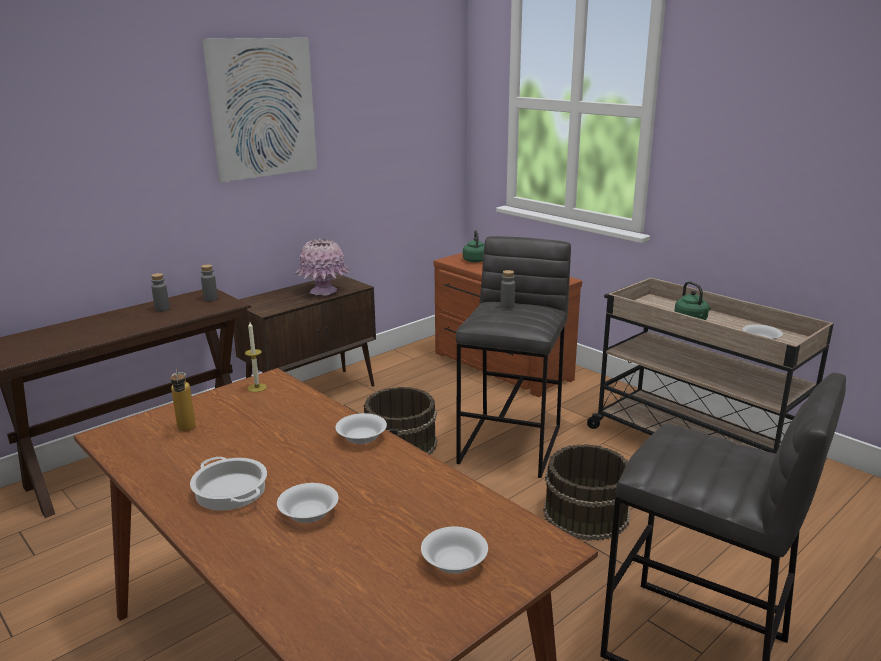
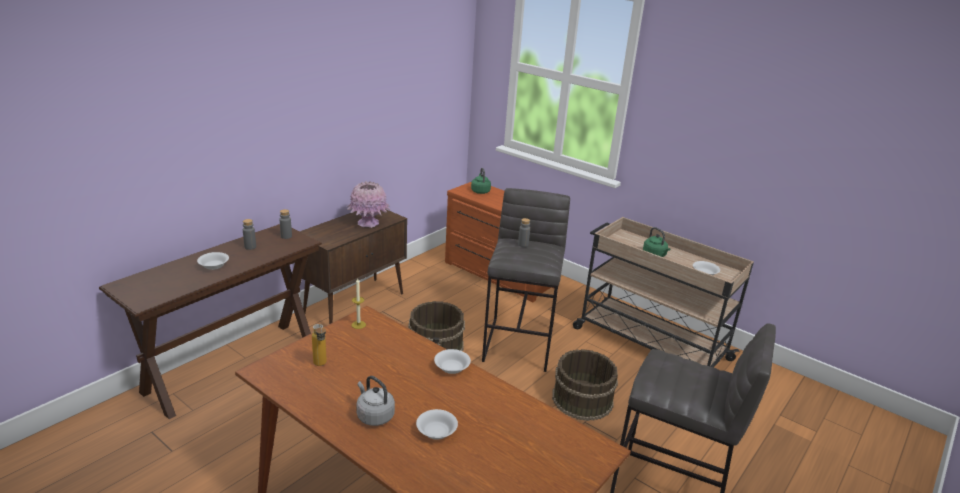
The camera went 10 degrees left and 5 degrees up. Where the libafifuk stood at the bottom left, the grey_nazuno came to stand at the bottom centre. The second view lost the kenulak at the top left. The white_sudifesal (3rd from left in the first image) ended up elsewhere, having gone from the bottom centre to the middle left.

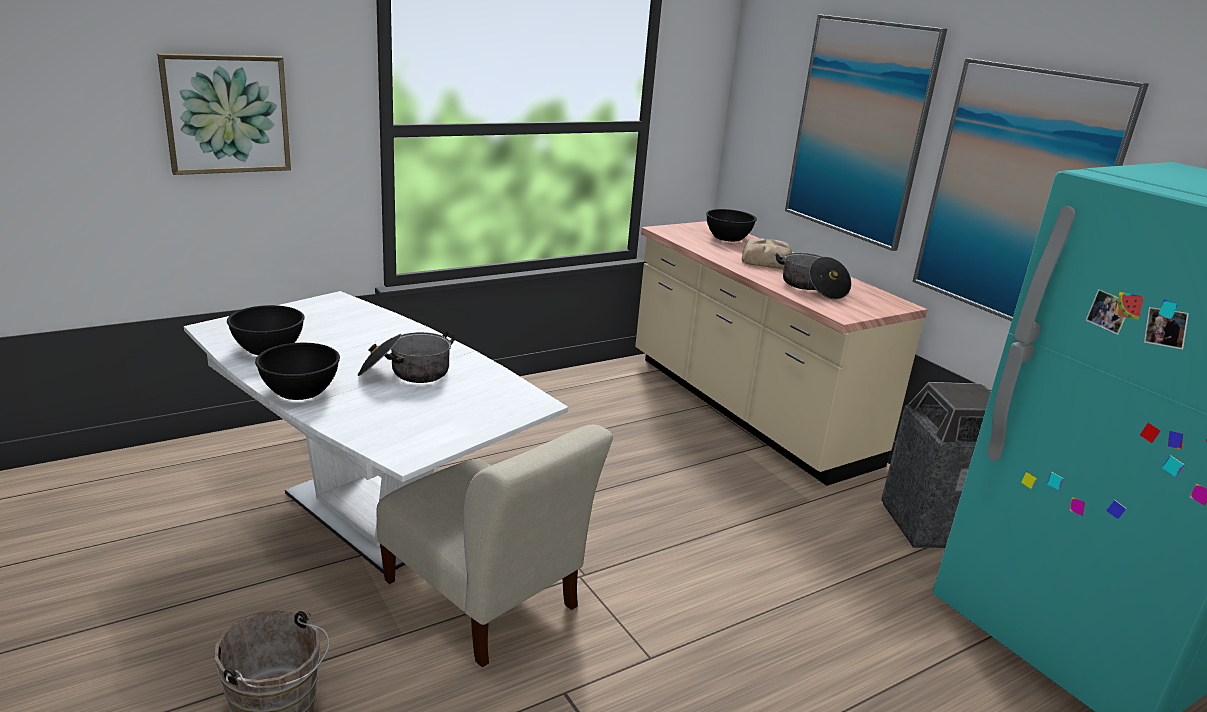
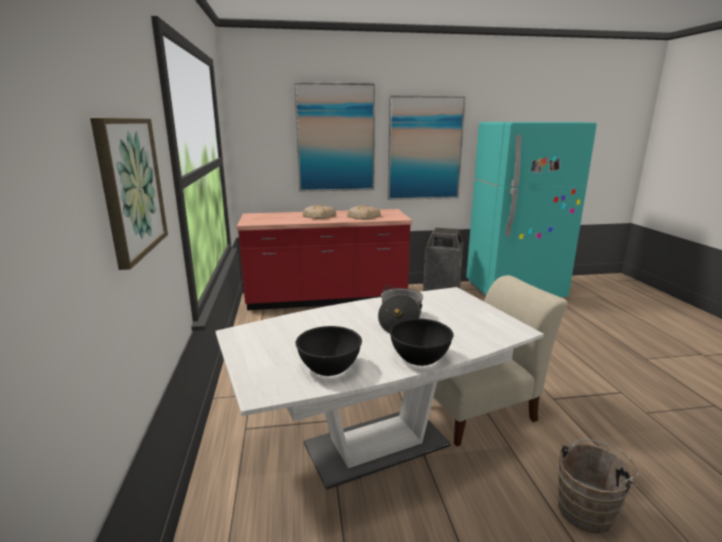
The camera went 65 degrees left and 5 degrees down. What was the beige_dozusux at the centre turned into the red_dozusux at the centre. The second view lost the black_sudifesal (3rd from left) at the top centre. Where the libafifuk (2nd from left) stood at the middle right, the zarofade (2nd from left) came to stand at the centre.

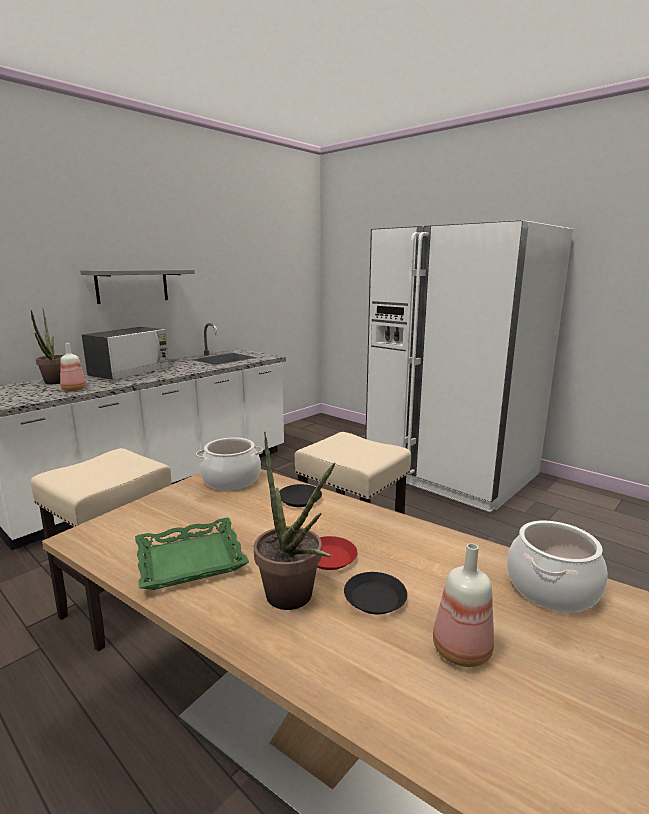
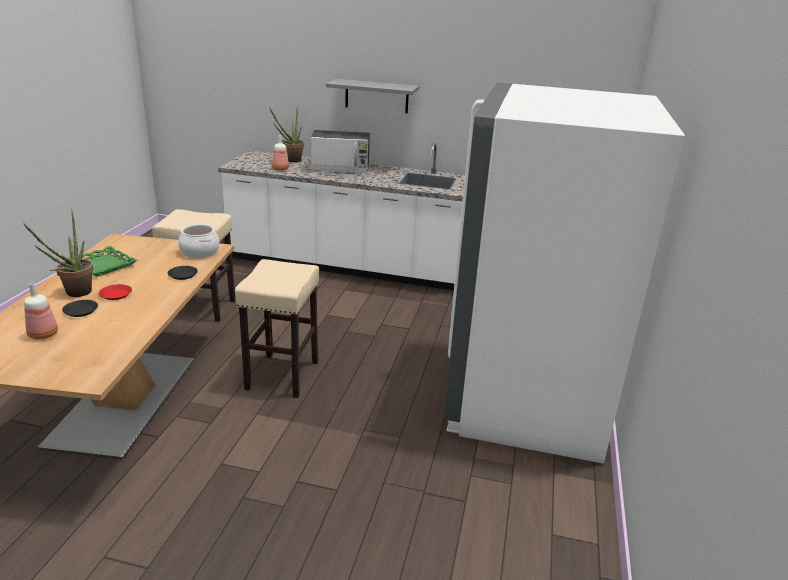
The camera went 60 degrees right and 10 degrees up. The second view lost the libafifuk (2nd from left) at the bottom right.

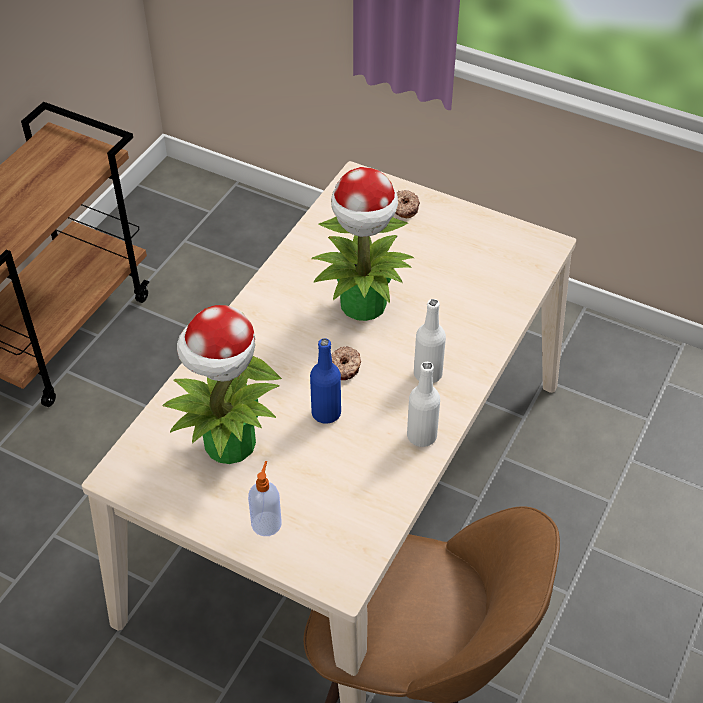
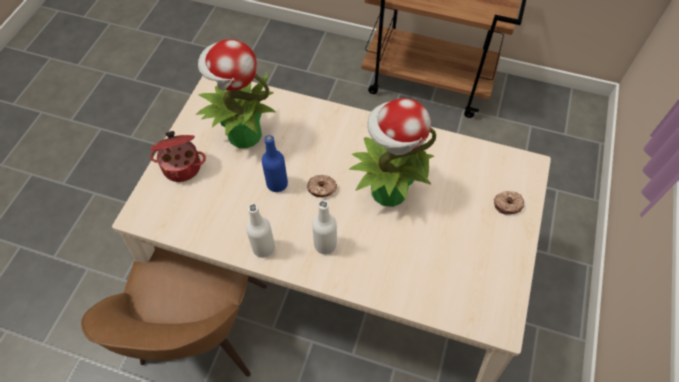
The camera went 80 degrees right and 10 degrees up. Where the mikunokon stood at the bottom centre, the libafifuk came to stand at the middle left.

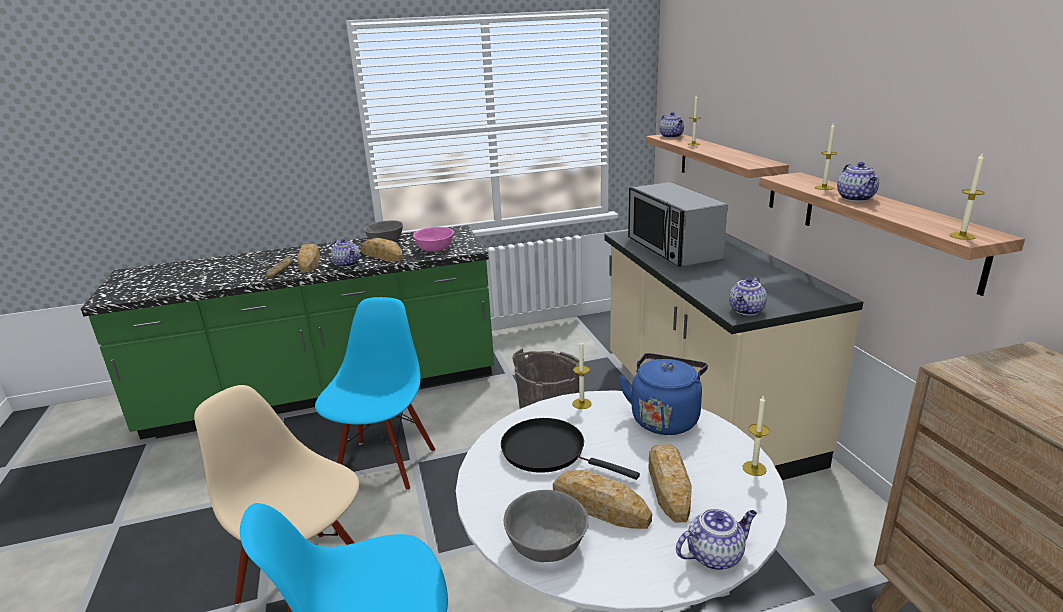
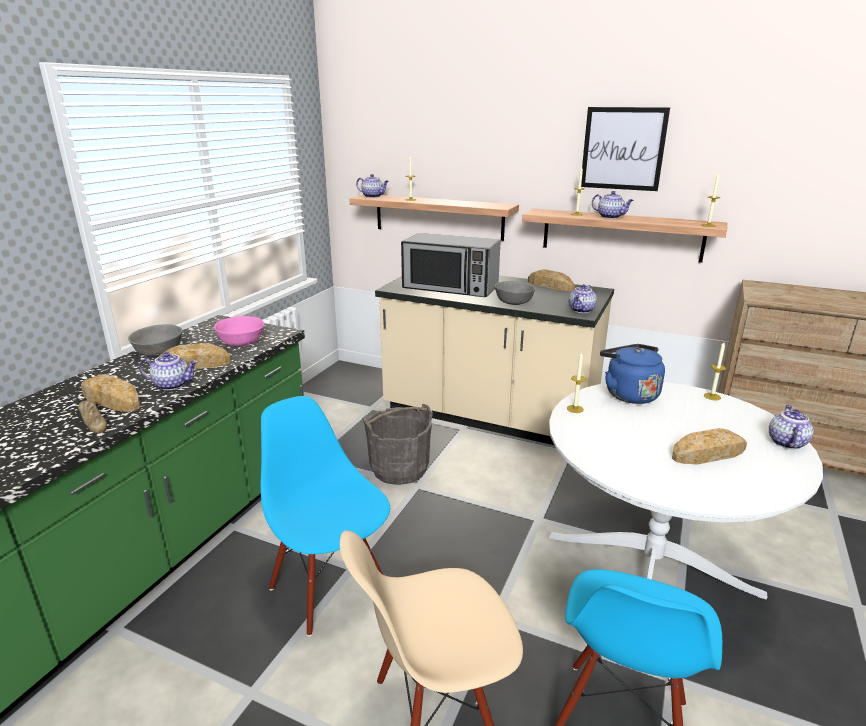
The camera went 50 degrees left and 0 degrees up. The second view lost the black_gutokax at the bottom centre. The grey_sudifesal (2nd from left) ended up elsewhere, having gone from the bottom centre to the centre. The zarofade (5th from left in the first image) ended up elsewhere, having gone from the bottom centre to the centre. The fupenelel (4th from left in the first image) at the middle right ended up facing another way, 45 degrees clockwise from before. The second view gained the kenulak at the top right.

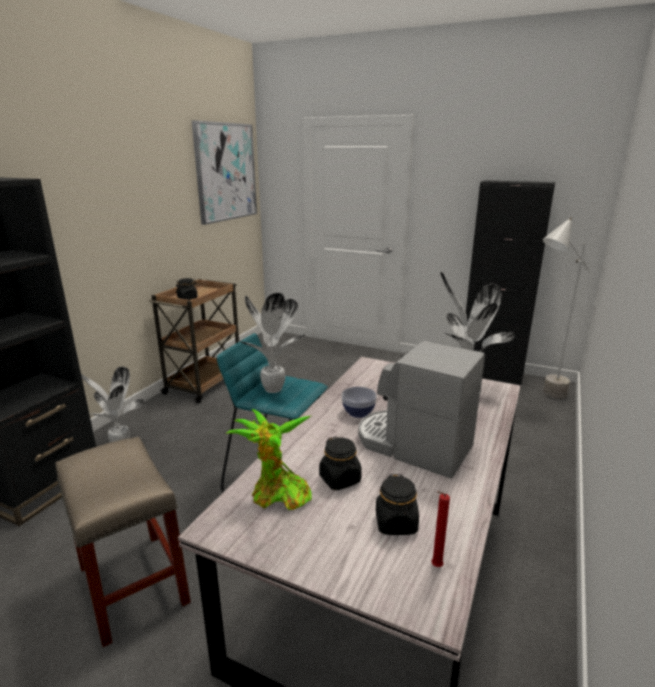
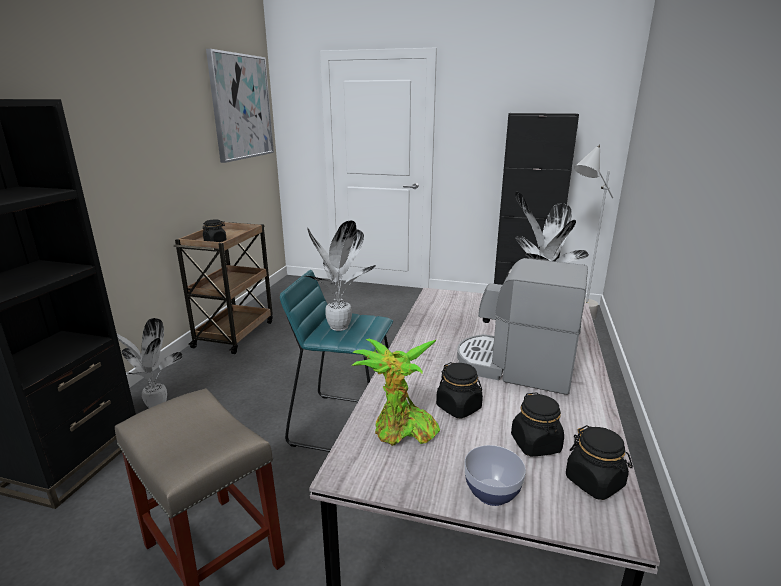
The camera went 10 degrees left and 0 degrees up. The sudifesal ended up elsewhere, having gone from the centre to the bottom centre. Where the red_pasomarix stood at the bottom right, the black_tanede (4th from left) came to stand at the bottom right.

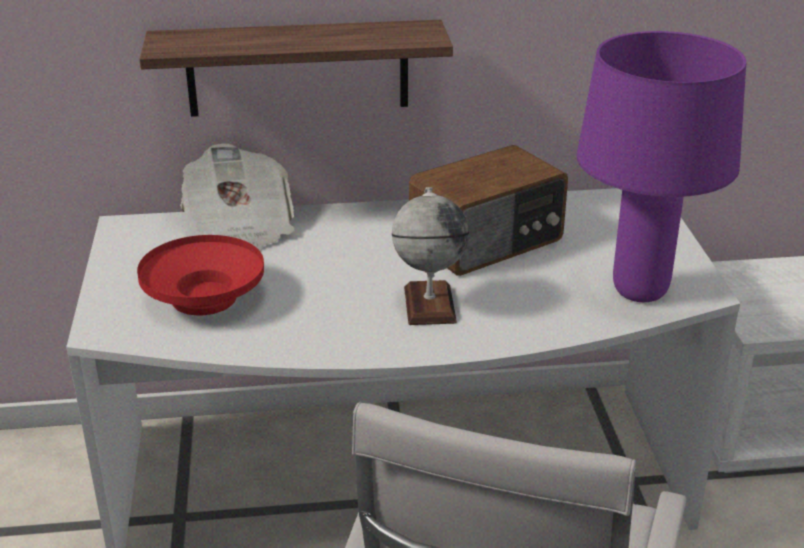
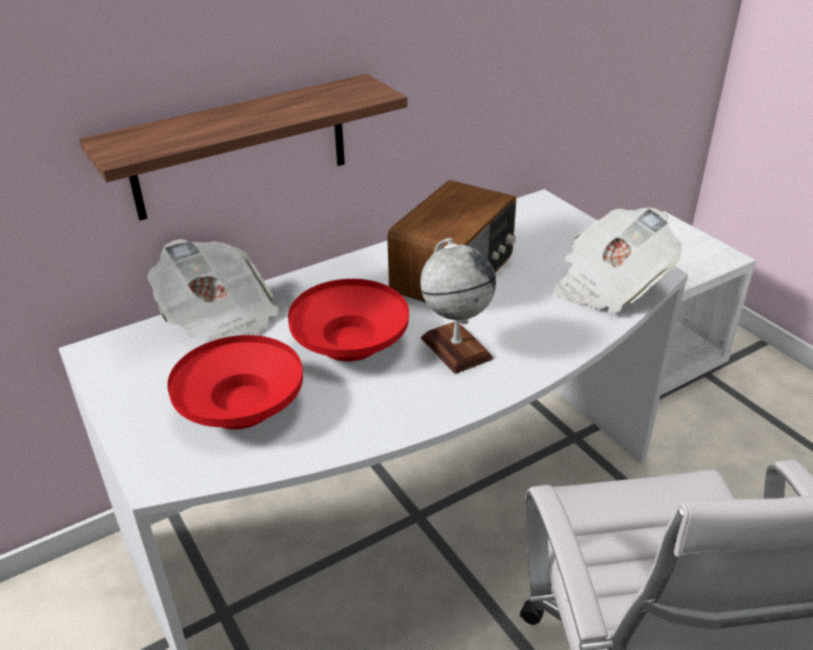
The camera went 25 degrees left and 5 degrees up. Where the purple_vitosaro stood at the top right, the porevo (2nd from left) came to stand at the middle right. The second view gained the red_sudifesal (2nd from left) at the centre.

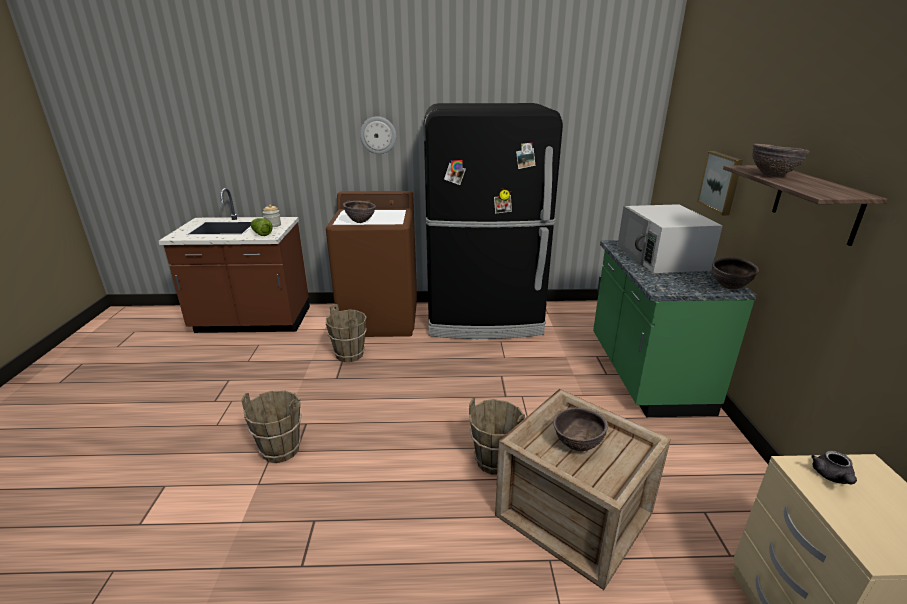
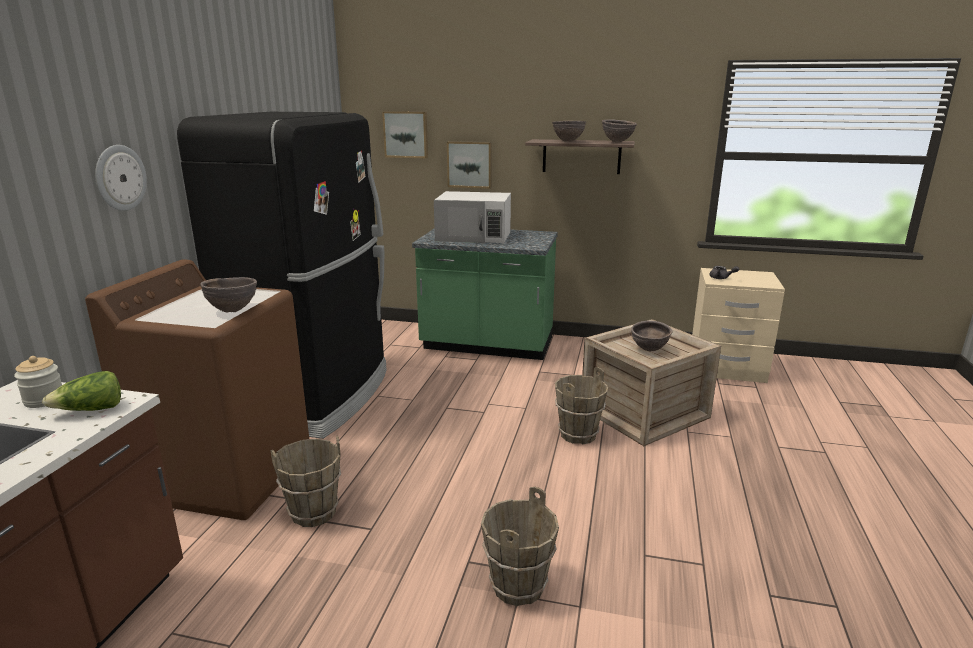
The camera went 75 degrees left and 5 degrees down. The brown_sudifesal (3rd from left) ended up elsewhere, having gone from the middle right to the top centre. The second view gained the kenulak (1st from left) at the top centre.

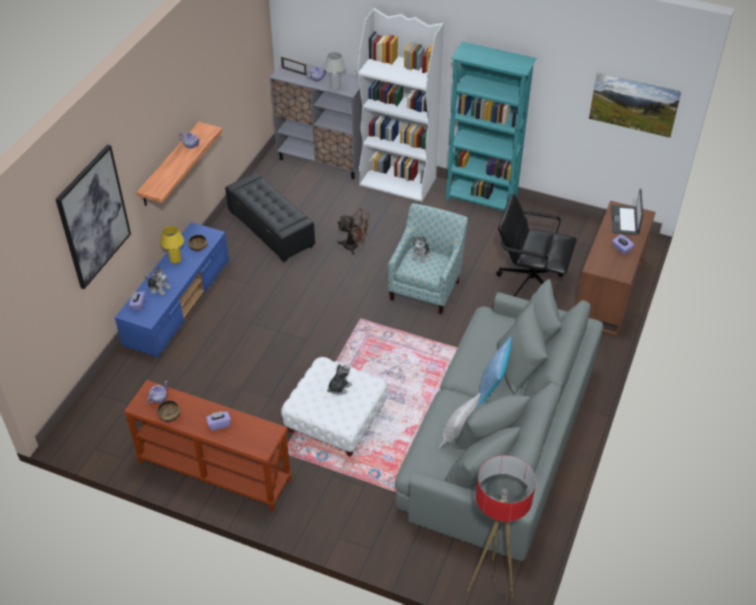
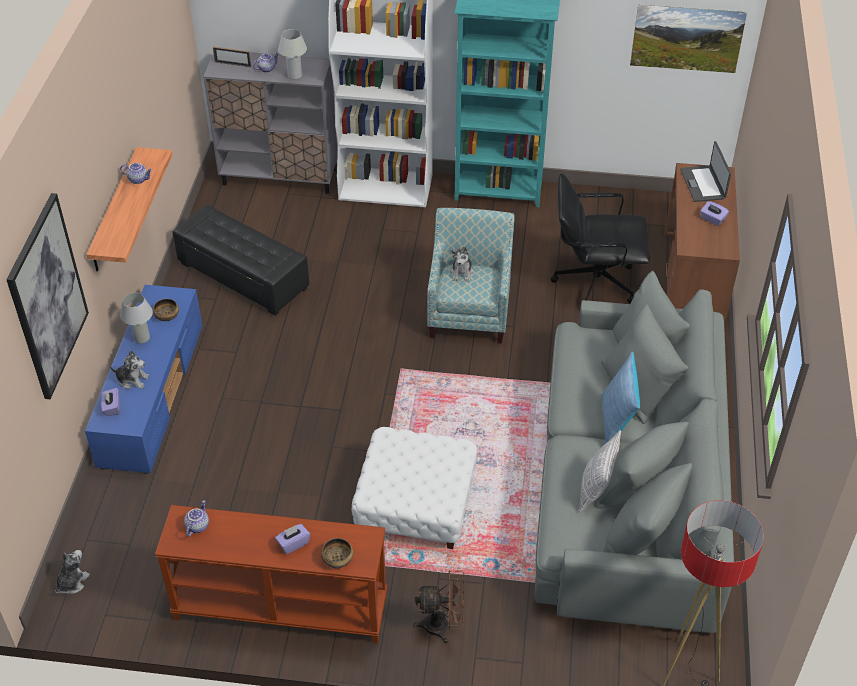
The camera went 15 degrees left and 0 degrees up. The sudifesal (1st from left in the first image) ended up elsewhere, having gone from the bottom left to the bottom centre. What was the yellow_vitosaro at the middle left turned into the white_vitosaro (1st from left) at the middle left. The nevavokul (2nd from left in the first image) ended up elsewhere, having gone from the centre to the bottom left. The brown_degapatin ended up elsewhere, having gone from the centre to the bottom centre.

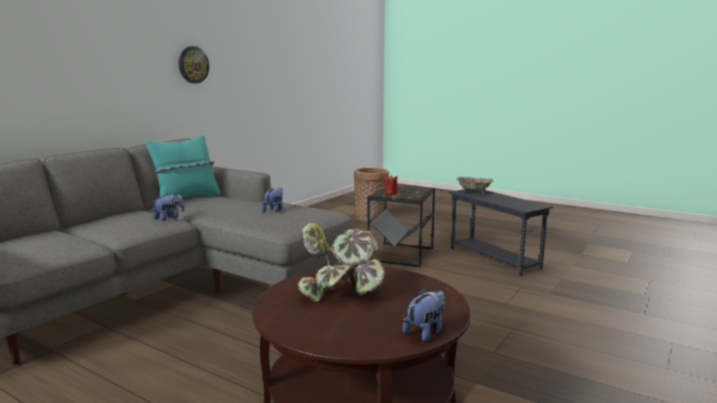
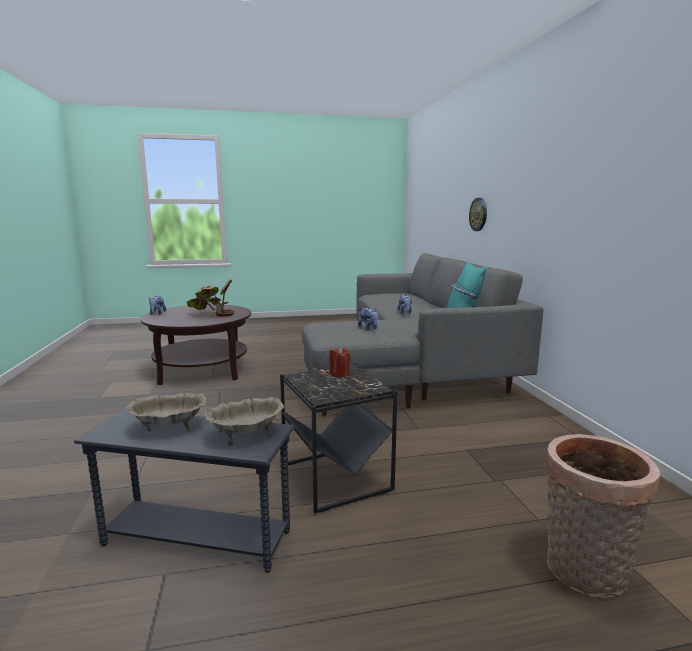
The camera went 135 degrees right and 0 degrees up. The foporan ended up elsewhere, having gone from the top left to the top right. The second view gained the beige_sudifesal (1st from left) at the middle left.

